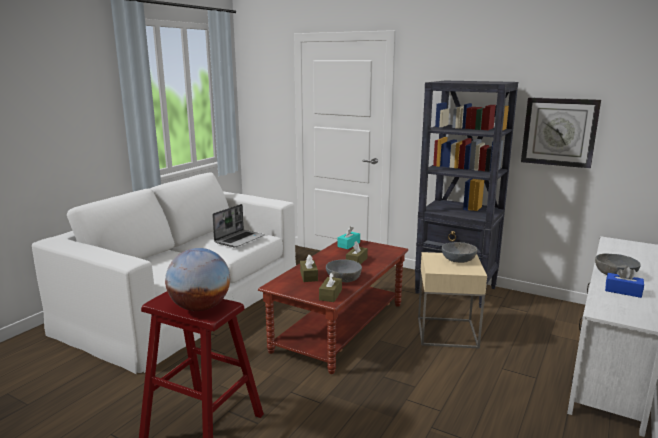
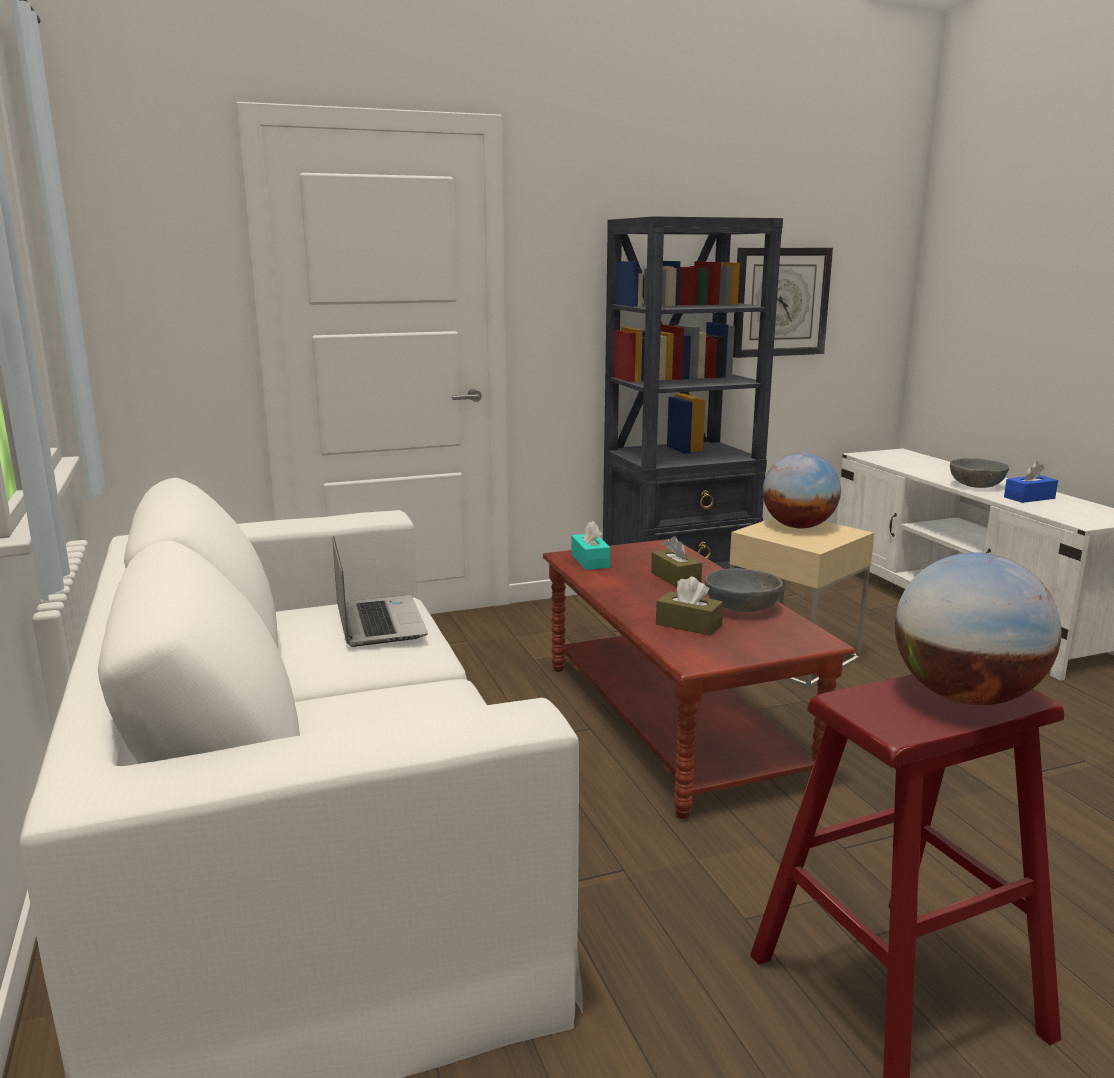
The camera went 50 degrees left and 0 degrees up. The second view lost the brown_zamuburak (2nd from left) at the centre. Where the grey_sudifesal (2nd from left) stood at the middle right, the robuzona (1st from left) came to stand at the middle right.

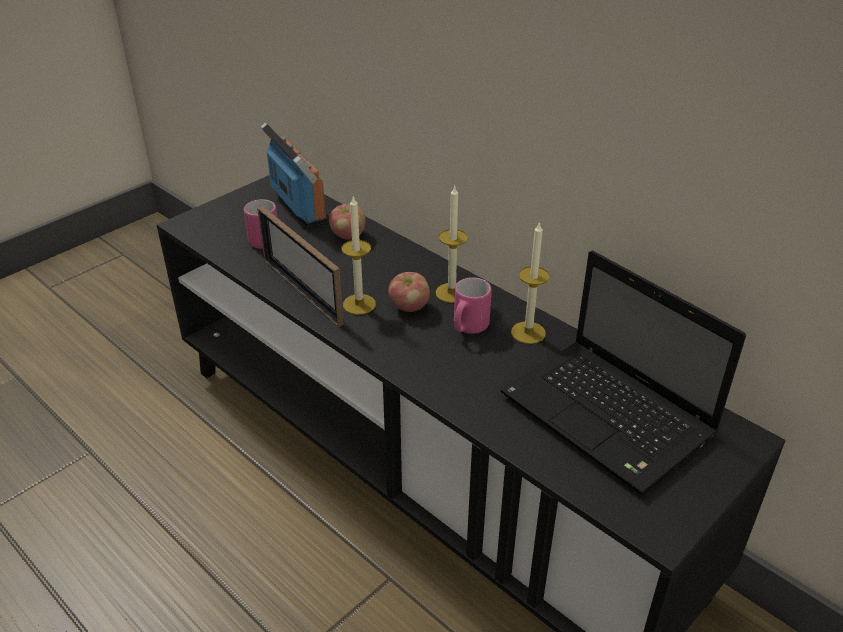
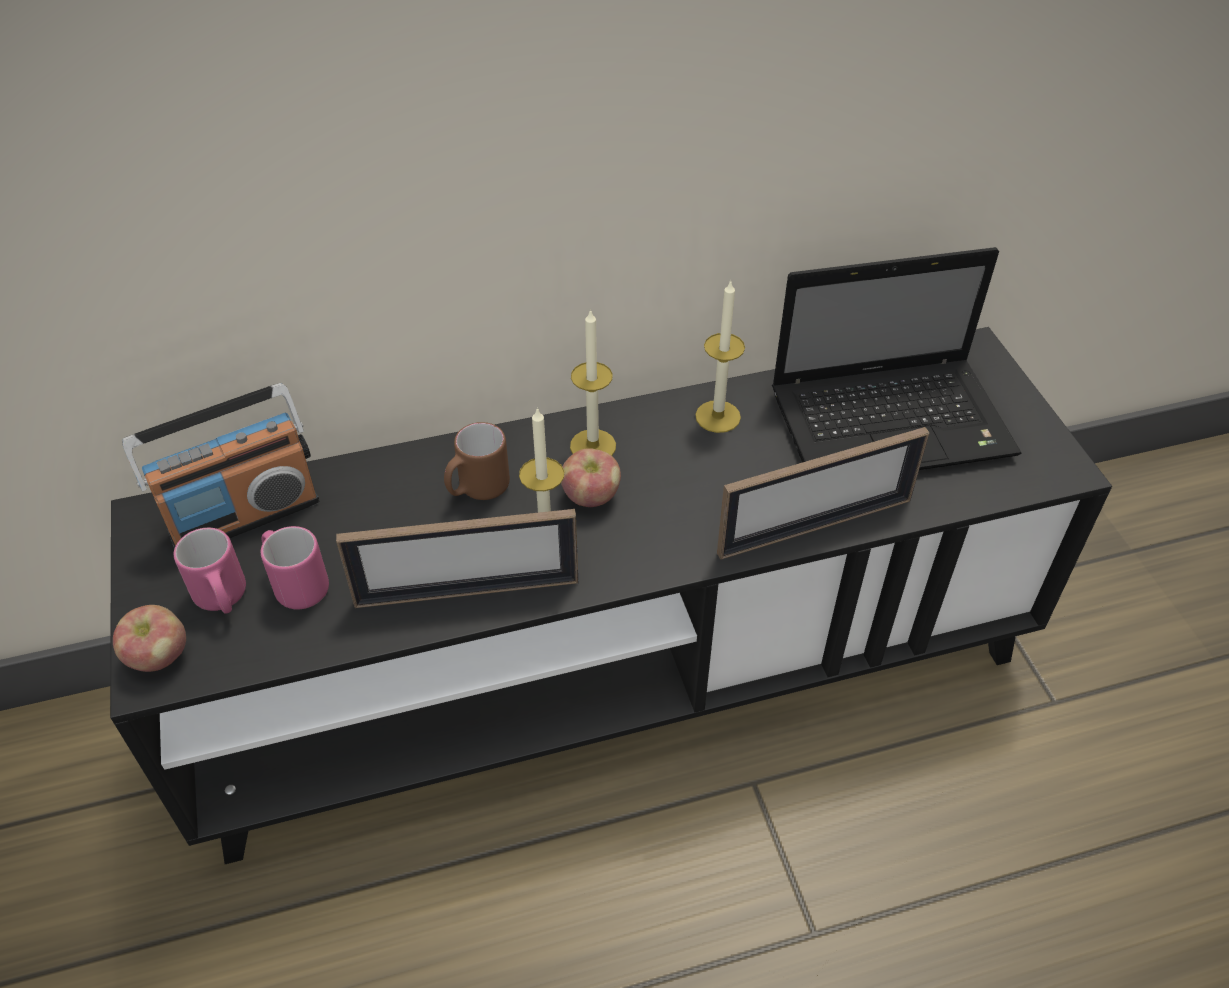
The camera went 60 degrees left and 10 degrees up. The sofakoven at the top centre ended up facing another way, 150 degrees clockwise from before. The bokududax (1st from left) ended up elsewhere, having gone from the centre to the middle left. The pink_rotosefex (2nd from left in the first image) ended up elsewhere, having gone from the centre to the middle left. The second view gained the brown_rotosefex at the centre. The second view gained the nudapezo (2nd from left) at the middle right.

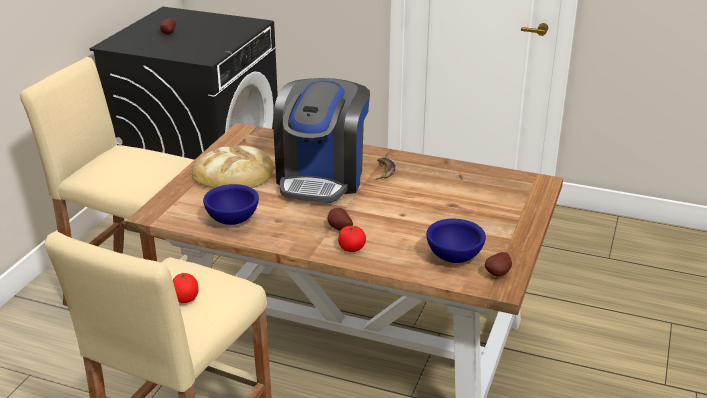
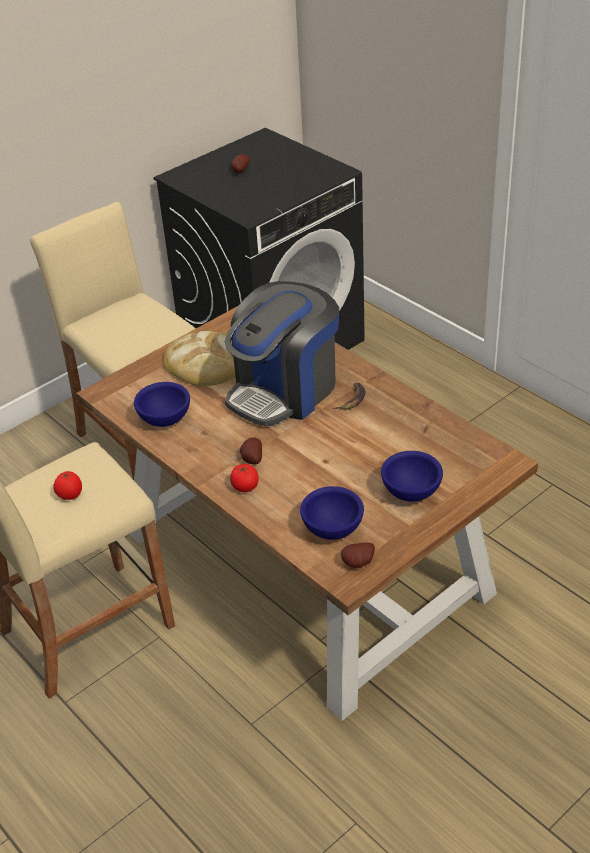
The camera went 30 degrees right and 10 degrees up. The second view gained the blue_sudifesal (3rd from left) at the middle right.

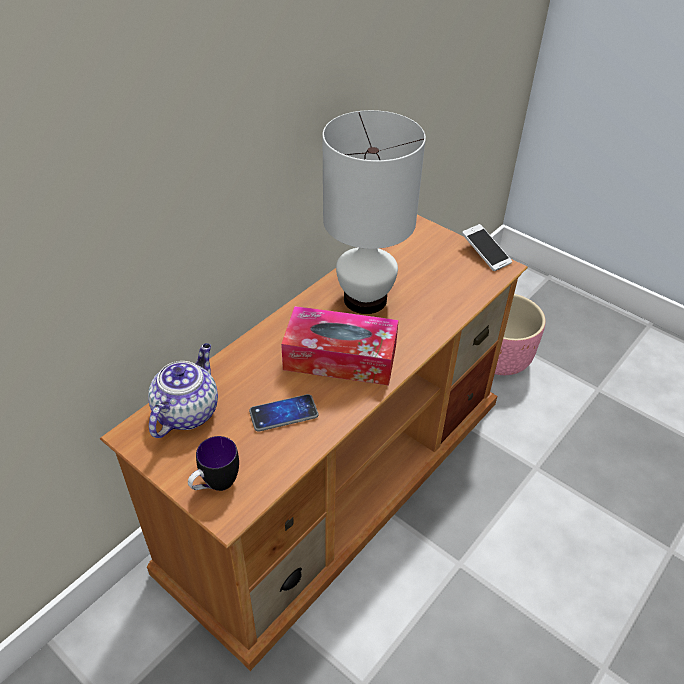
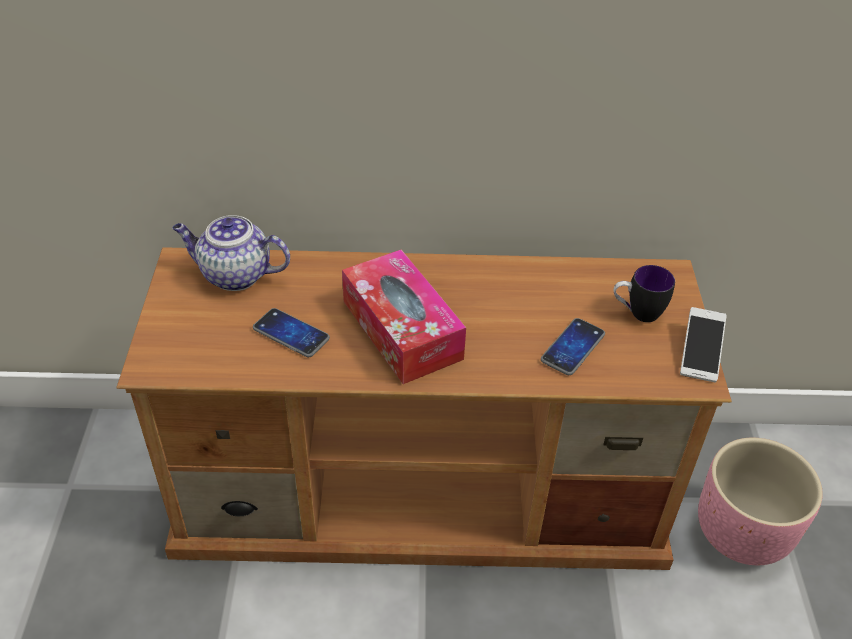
The camera went 50 degrees right and 0 degrees up. The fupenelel at the middle left ended up facing another way, 150 degrees counterclockwise from before. The rotosefex ended up elsewhere, having gone from the bottom left to the middle right. The second view lost the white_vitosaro at the top centre. The second view gained the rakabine (2nd from left) at the middle right.

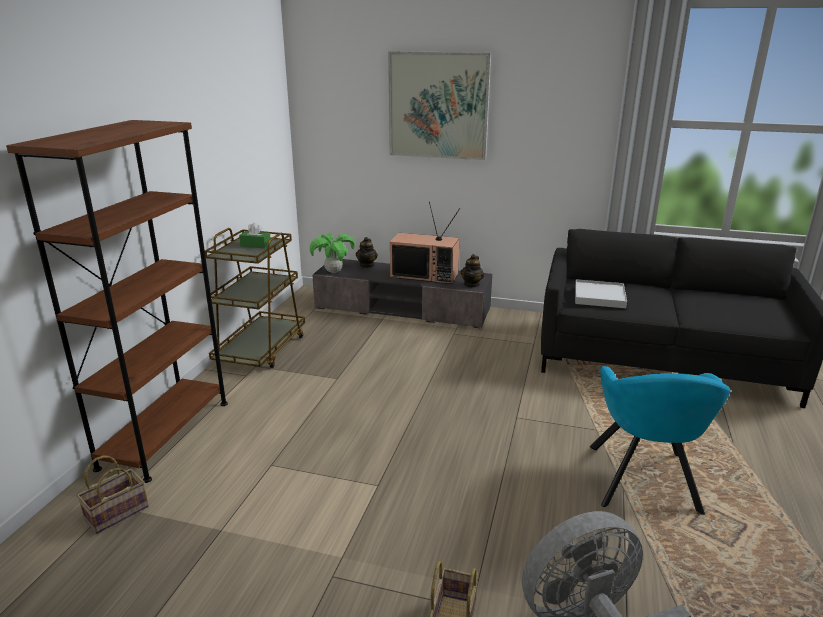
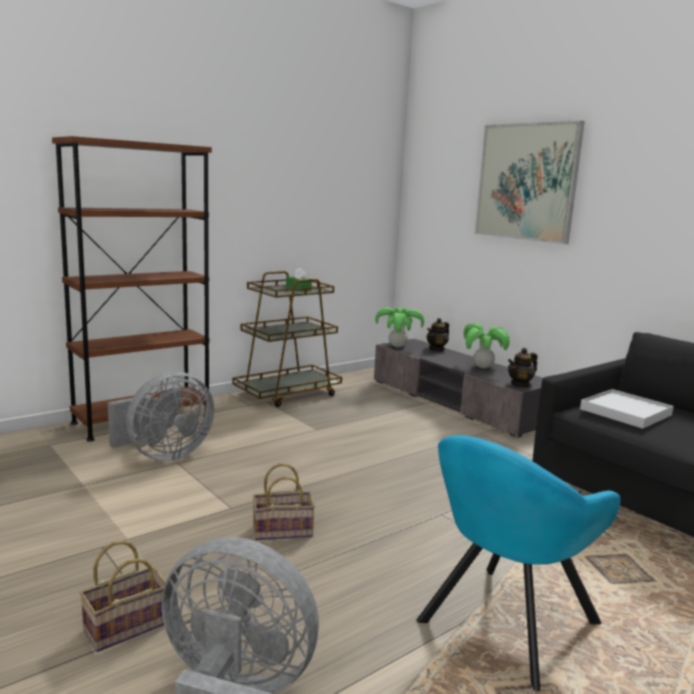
The camera went 35 degrees right and 10 degrees down. The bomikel (1st from left in the first image) ended up elsewhere, having gone from the bottom left to the bottom centre. Where the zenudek stood at the centre, the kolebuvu (2nd from left) came to stand at the middle right. The second view gained the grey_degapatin (1st from left) at the middle left.

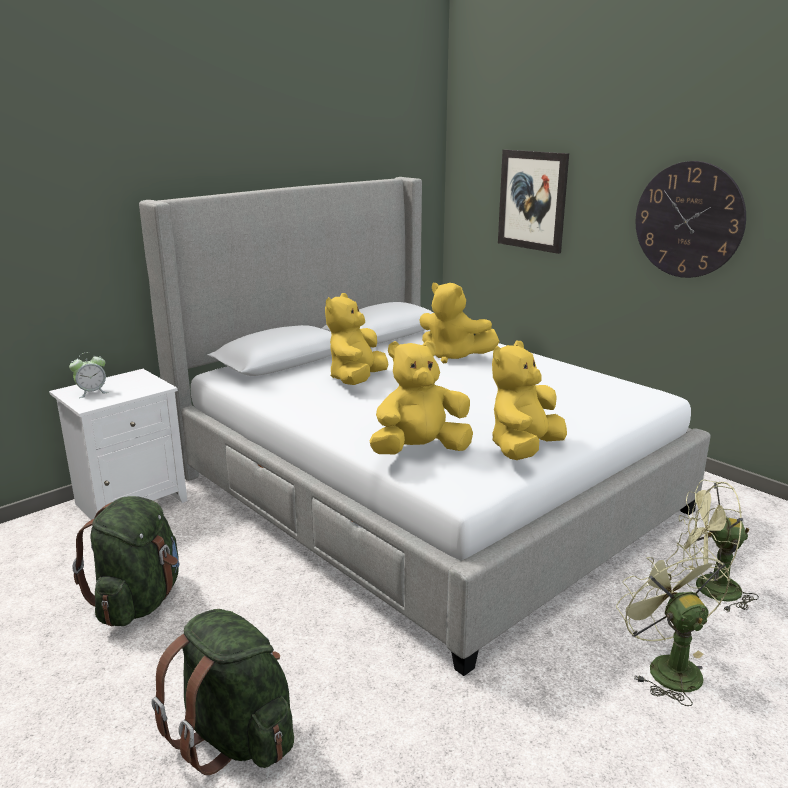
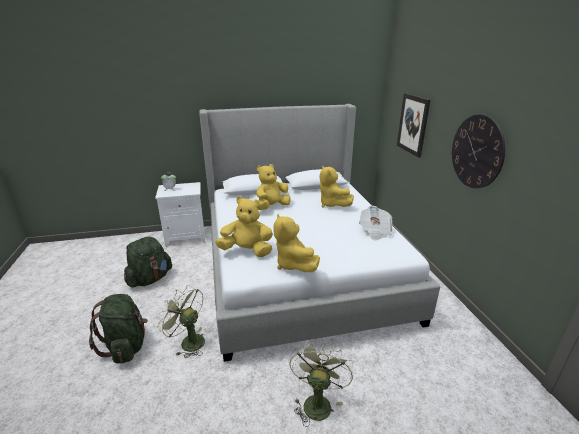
The camera went 30 degrees right and 5 degrees up. The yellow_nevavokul (4th from left in the first image) at the middle right ended up facing another way, 90 degrees counterclockwise from before. The green_degapatin (2nd from left in the first image) ended up elsewhere, having gone from the bottom right to the bottom left. The second view gained the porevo at the centre.

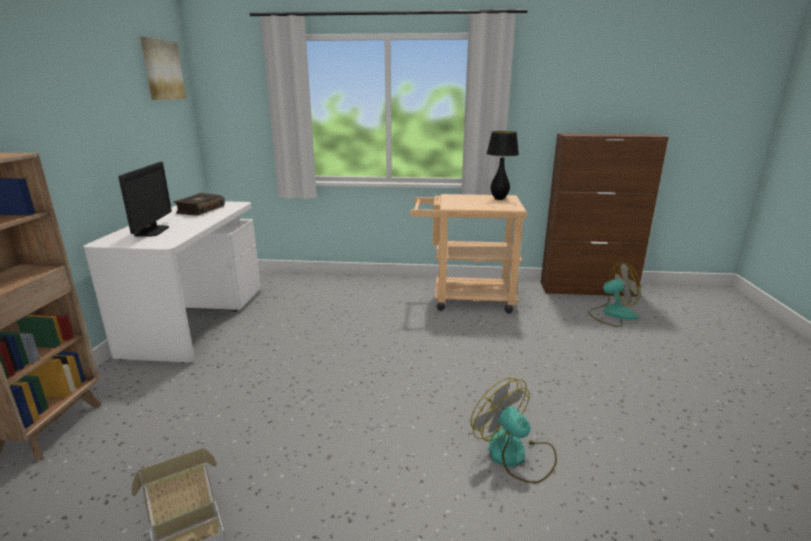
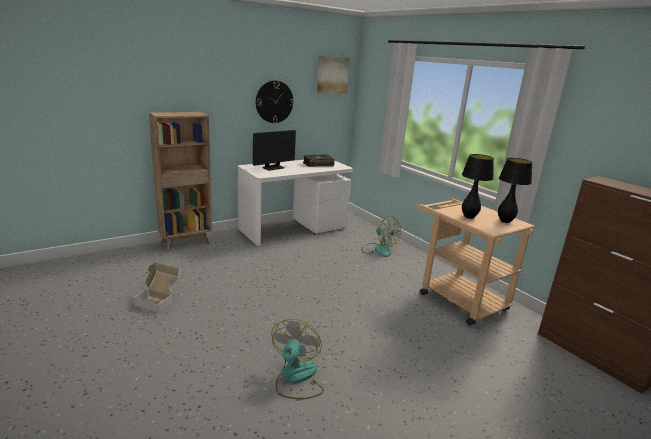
The camera went 50 degrees right and 0 degrees up. The degapatin (2nd from left) ended up elsewhere, having gone from the middle right to the centre. The second view gained the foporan at the top centre. The second view gained the black_vitosaro (1st from left) at the middle right.

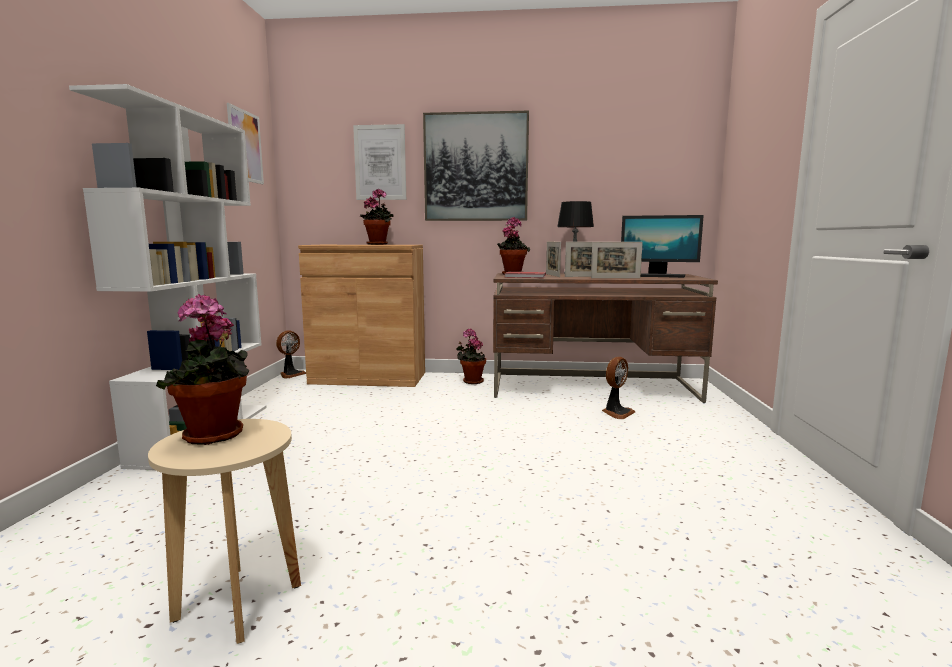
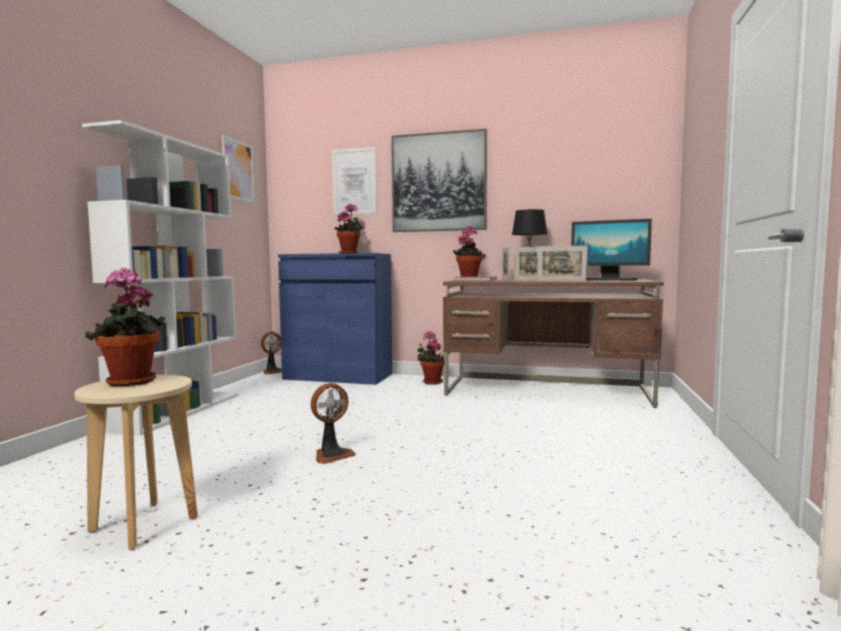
The camera went 10 degrees right and 5 degrees down. What was the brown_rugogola at the centre turned into the blue_rugogola at the centre. The degapatin (2nd from left) ended up elsewhere, having gone from the centre to the bottom centre.

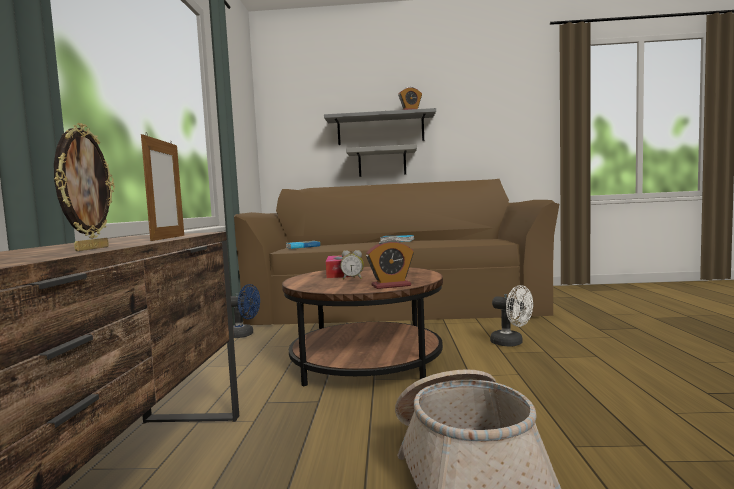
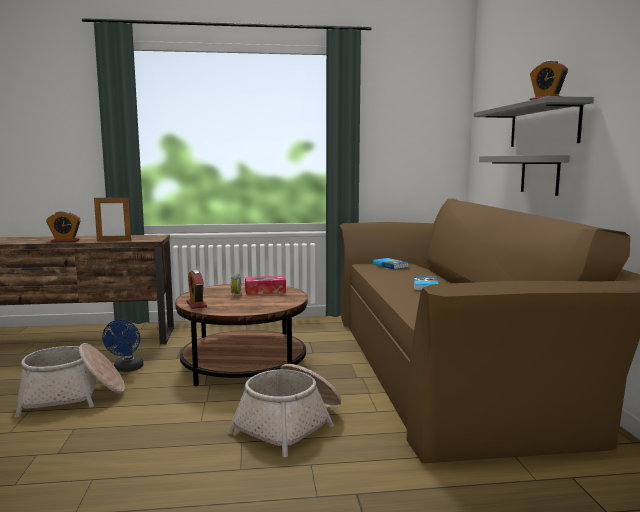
The camera went 80 degrees right and 5 degrees up. Where the nudapezo (1st from left) stood at the middle left, the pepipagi (1st from left) came to stand at the middle left. The blue_degapatin ended up elsewhere, having gone from the centre to the bottom left. Where the white_degapatin stood at the middle right, the bomikel (2nd from left) came to stand at the bottom centre.

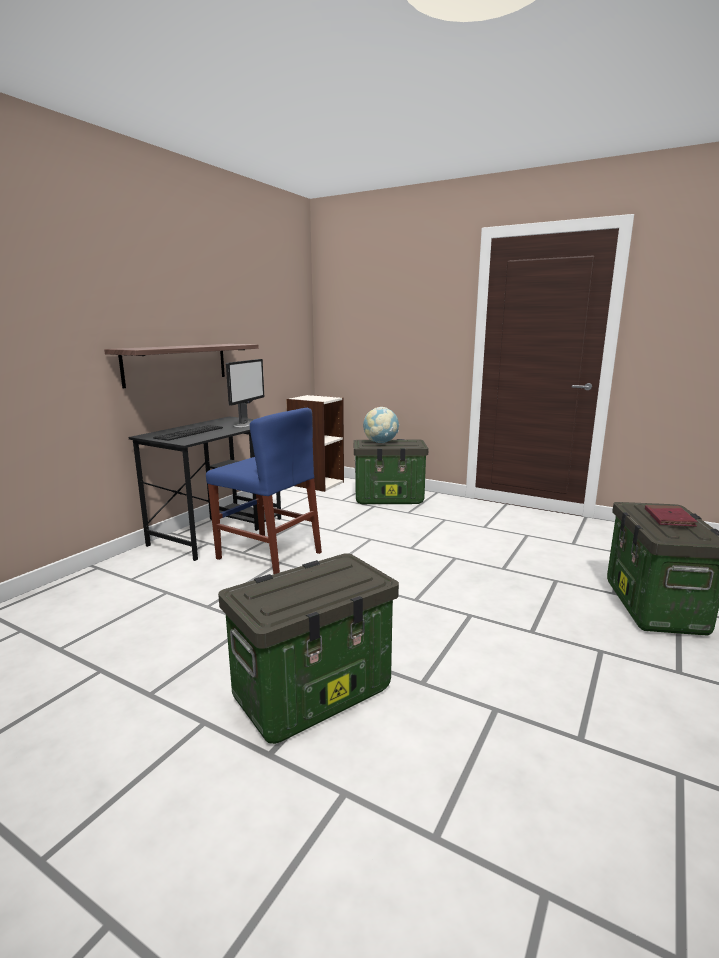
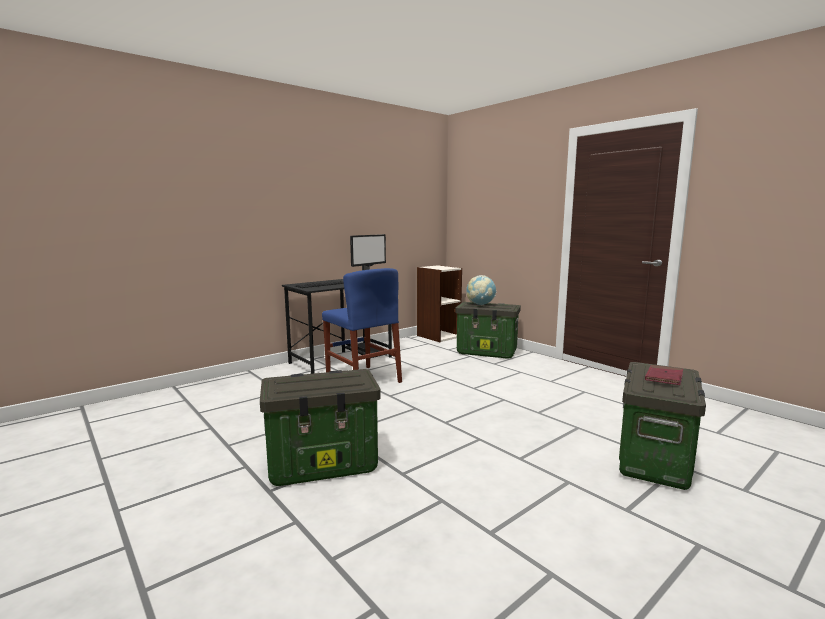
The camera went 20 degrees right and 5 degrees down. The second view lost the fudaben at the middle left.

